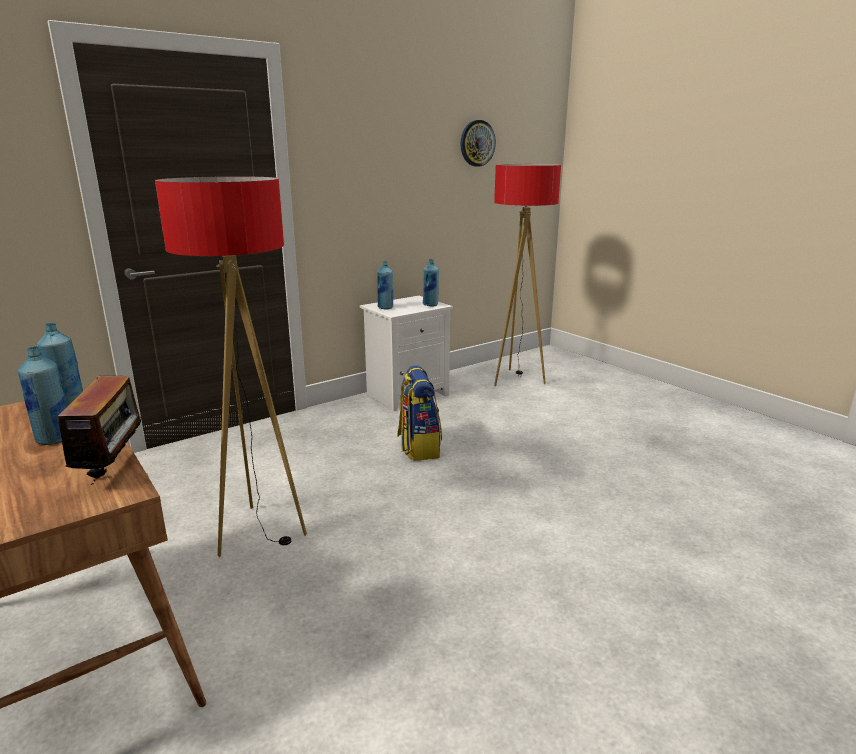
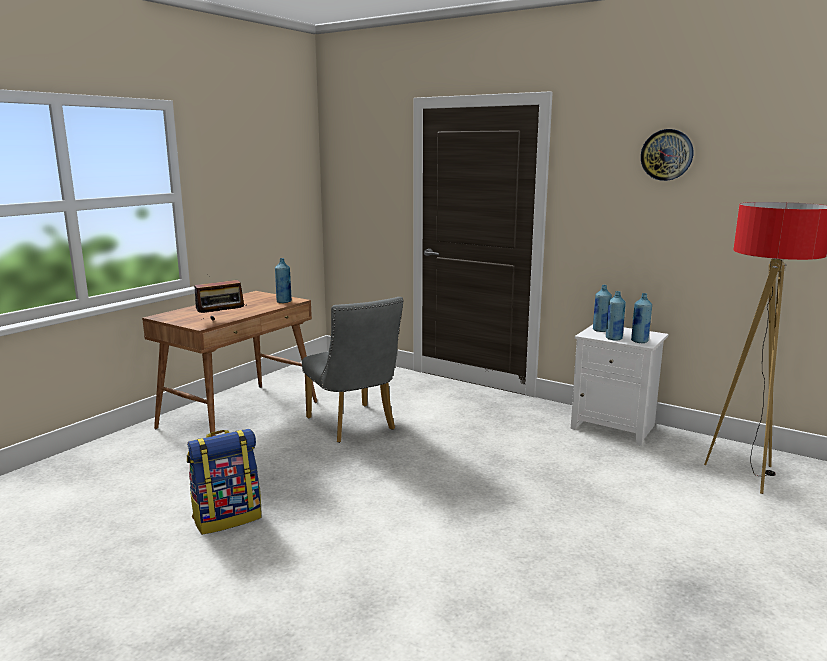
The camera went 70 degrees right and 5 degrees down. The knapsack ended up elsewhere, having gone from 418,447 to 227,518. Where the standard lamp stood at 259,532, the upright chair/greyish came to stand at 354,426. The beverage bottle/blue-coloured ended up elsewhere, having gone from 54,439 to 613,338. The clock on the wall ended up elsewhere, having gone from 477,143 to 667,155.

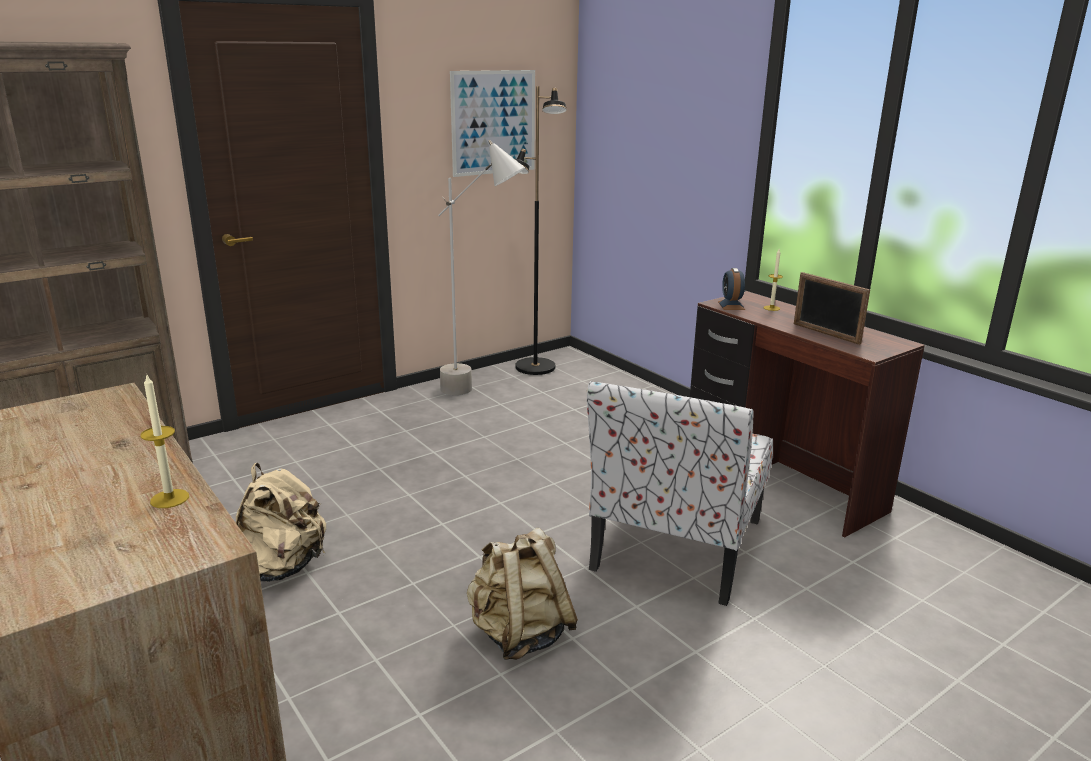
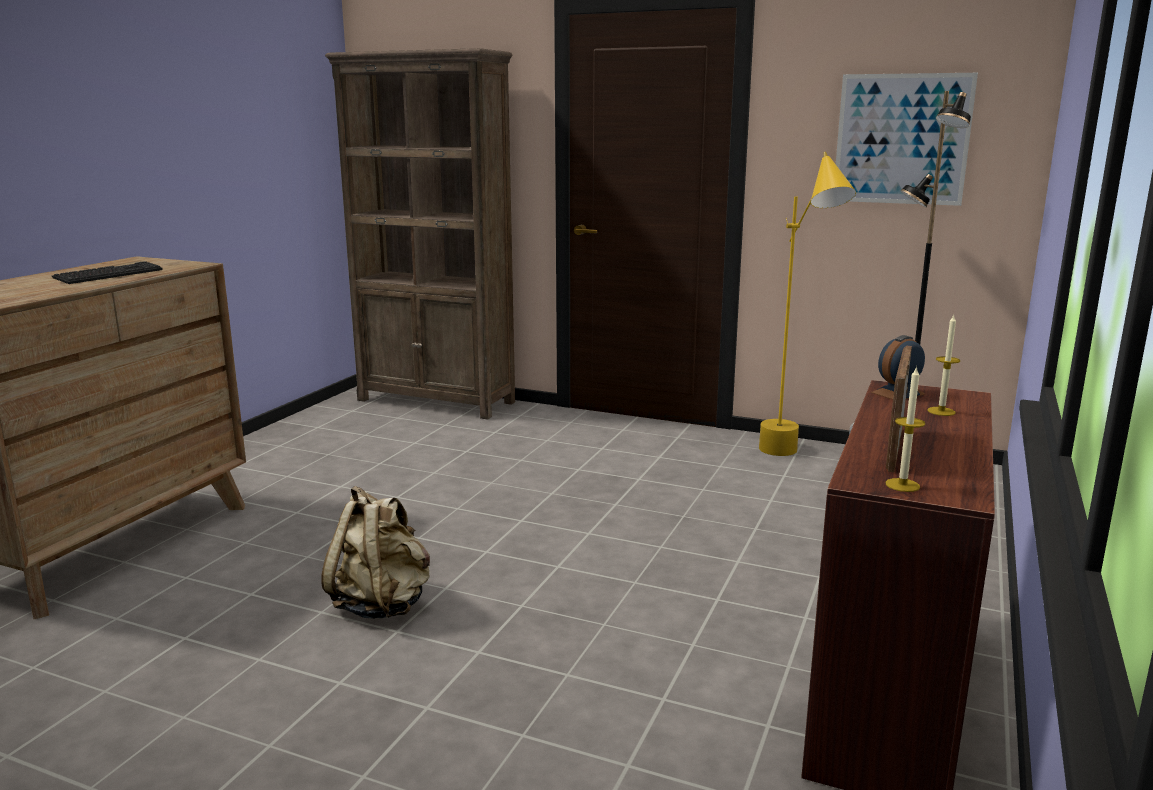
The camera went 60 degrees right and 5 degrees down. The second view gained the computer keyboard at 109,275. What was the standard lamp/greyish at 481,392 turned into the standard lamp/yellow at 792,460. The candle ended up elsewhere, having gone from 169,499 to 902,485. The second view lost the knapsack/sand-coloured at 281,568. The second view lost the upright chair at 676,547.

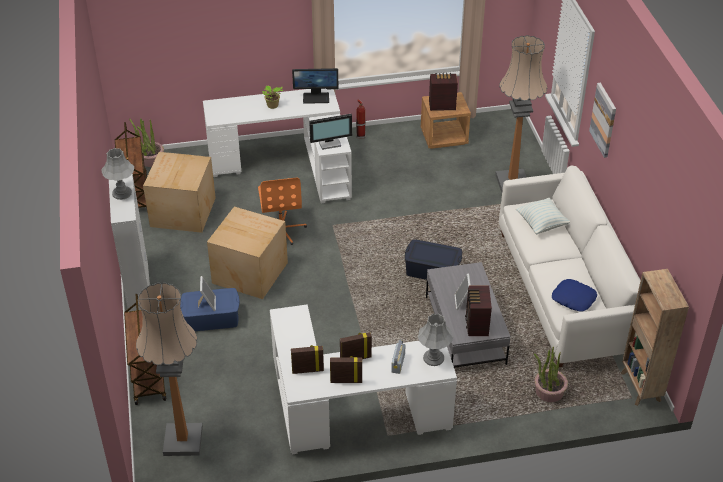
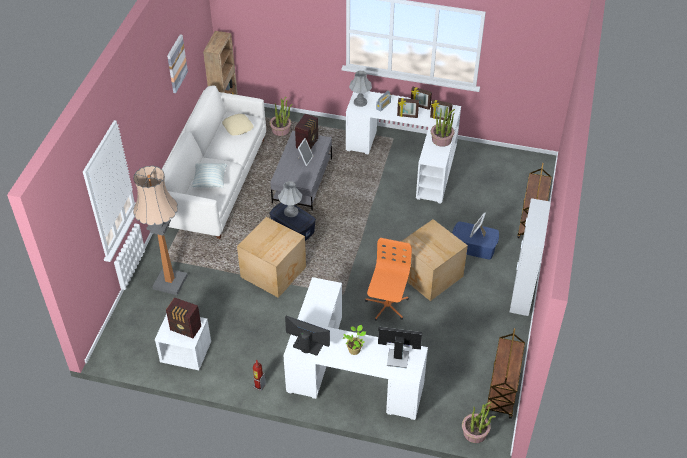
The camera went 155 degrees left and 5 degrees up. What was the night table/brown at 444,137 turned into the night table/white at 185,353. The picture ended up elsewhere, having gone from 604,120 to 176,63. What was the throw pillow/blue-coloured at 573,299 turned into the throw pillow/sand-coloured at 238,127. The packing box ended up elsewhere, having gone from 182,212 to 274,272. The tabletop lamp/greyish ended up elsewhere, having gone from 122,193 to 291,212. The computer display ended up elsewhere, having gone from 329,142 to 397,357. The second view gained the houseplant at 441,140. The second view lost the standard lamp at 183,441.

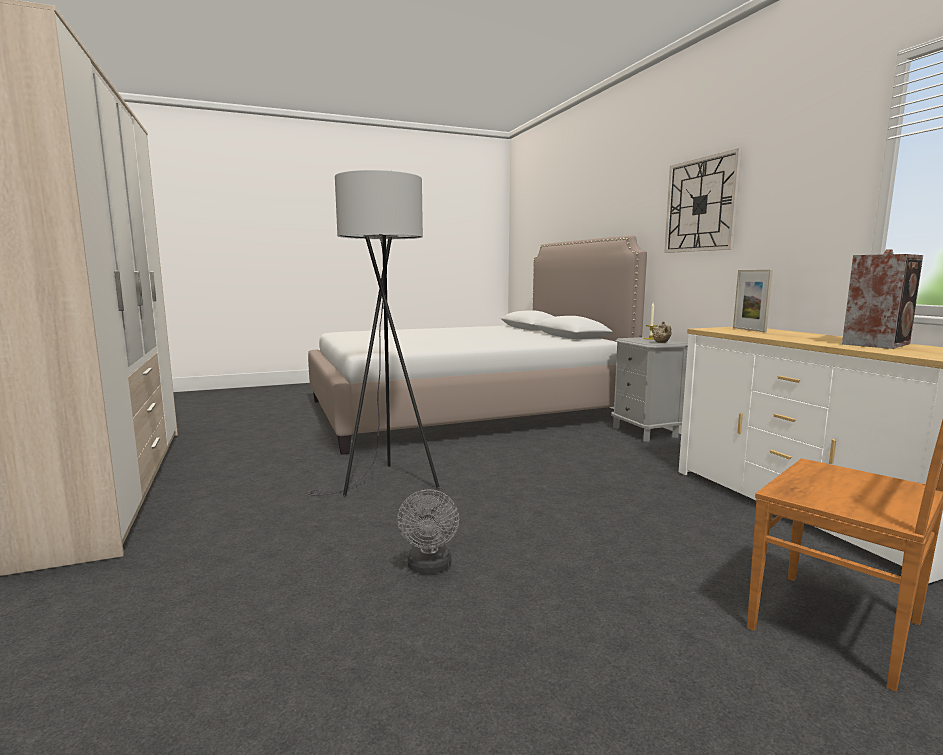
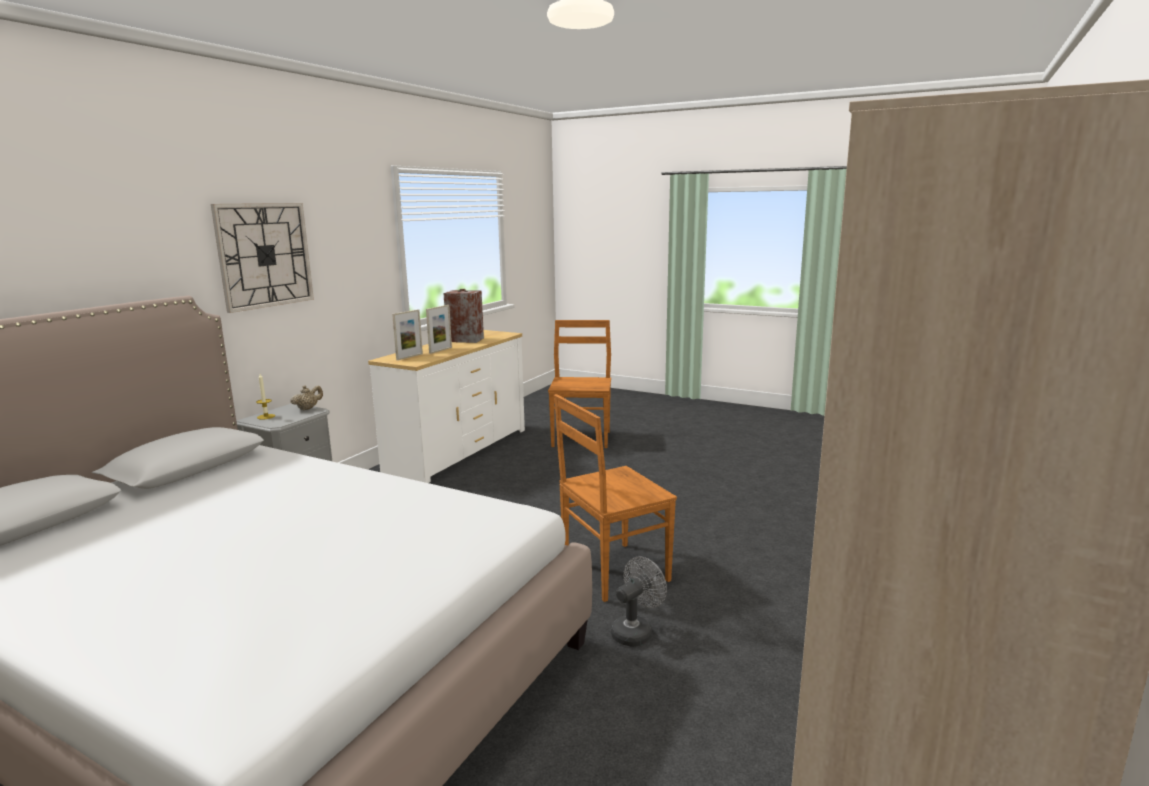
The camera went 130 degrees left and 5 degrees up. The second view gained the picture frame at 440,350. Where the standard lamp/greyish stood at 384,485, the upright chair/brown came to stand at 612,571. The cooling fan/greyish ended up elsewhere, having gone from 429,567 to 636,631.

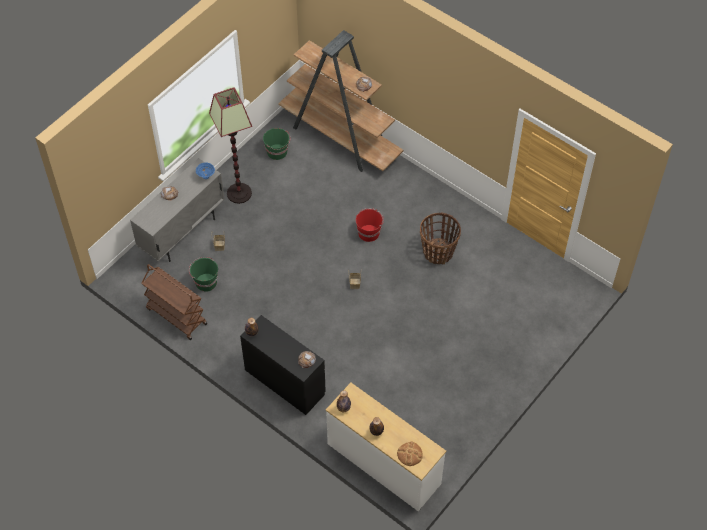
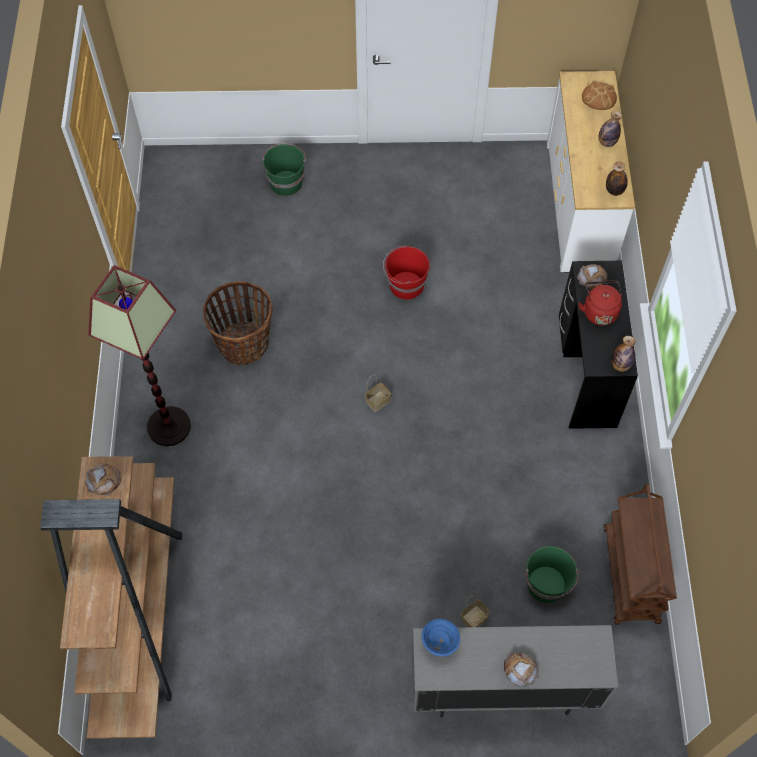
The camera went 130 degrees left and 5 degrees up. The standard lamp ended up elsewhere, having gone from 239,193 to 169,427. The water bucket/green-coloured ended up elsewhere, having gone from 277,152 to 286,182. The water bucket/red ended up elsewhere, having gone from 369,232 to 405,285. The second view gained the water kettle/red at 599,310.

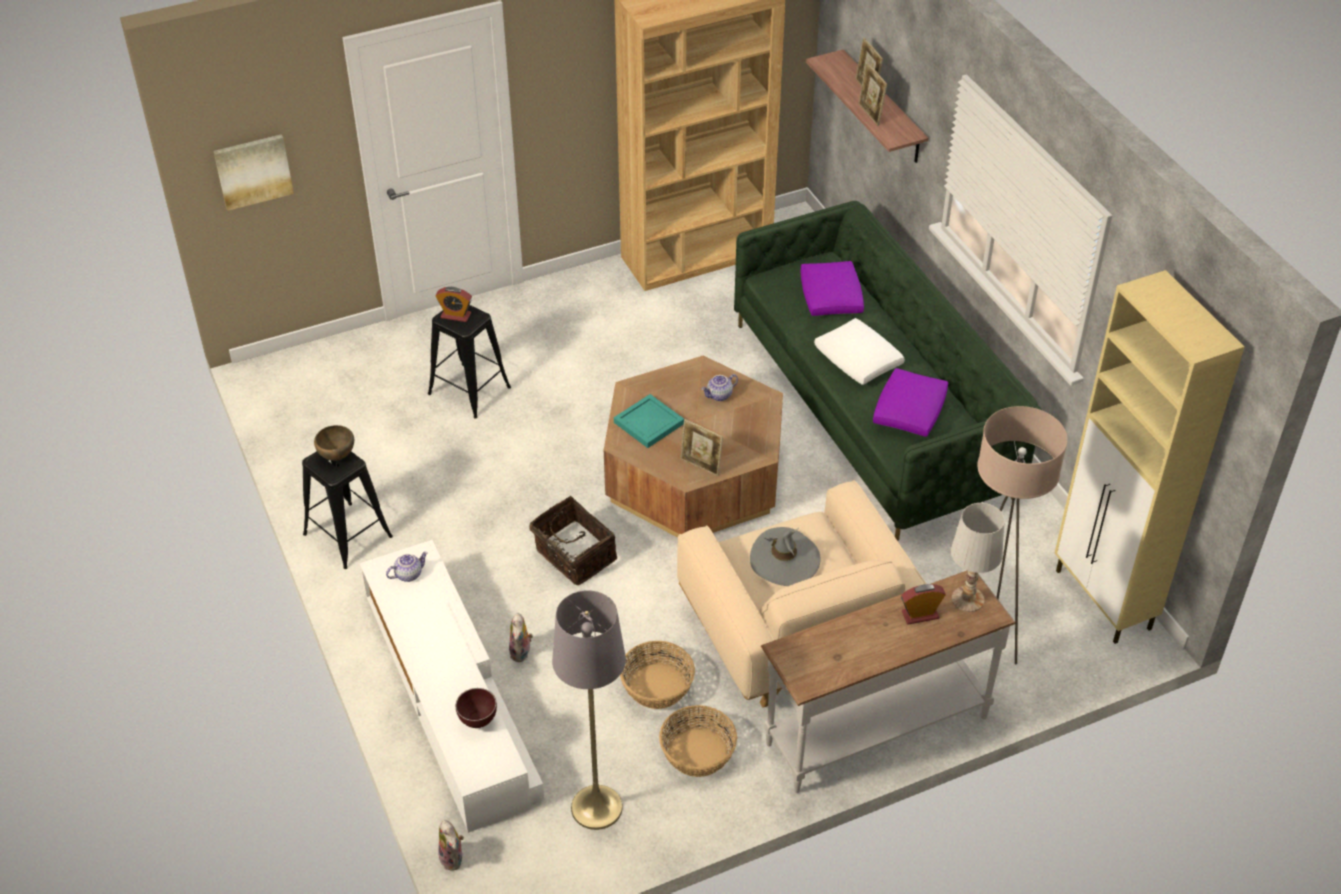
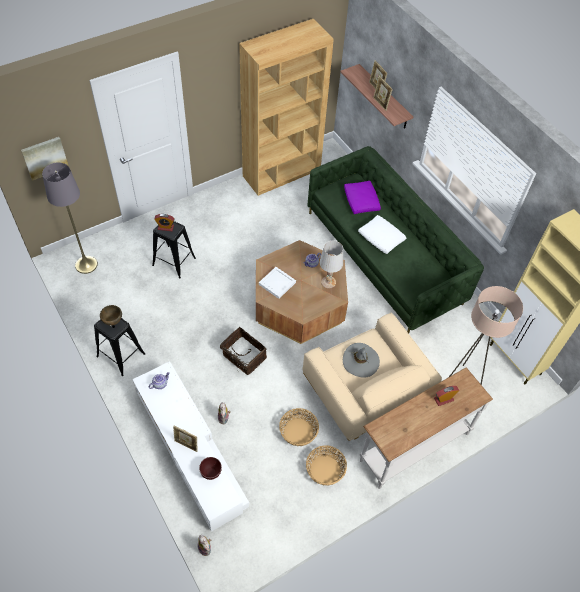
The camera went 10 degrees left and 10 degrees up. The standard lamp/greyish ended up elsewhere, having gone from 596,807 to 86,264. The picture frame ended up elsewhere, having gone from 701,466 to 186,445. What was the tray/turquoise at 649,422 turned into the tray/white at 277,283. The tabletop lamp/white ended up elsewhere, having gone from 967,599 to 328,282. The second view lost the throw pillow/purple at 909,412.

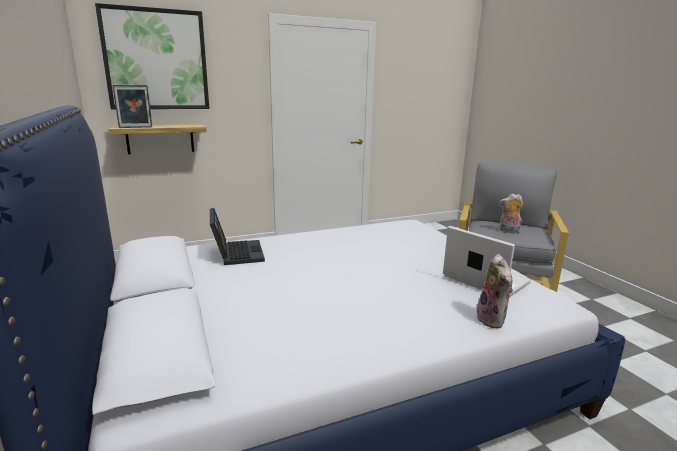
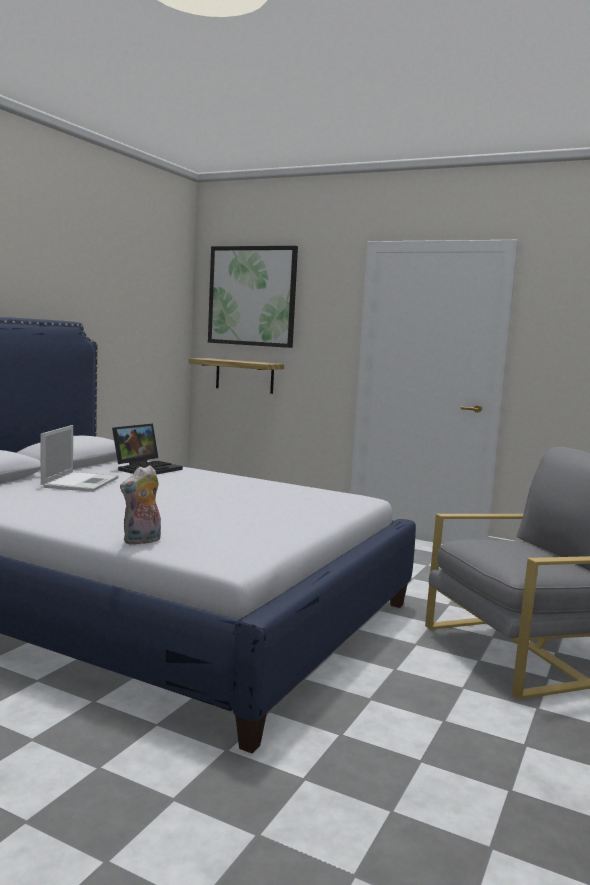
The camera went 50 degrees right and 10 degrees down. The portable computer ended up elsewhere, having gone from 484,279 to 81,482. The second view lost the picture frame at 135,127. The second view lost the soft toy at 508,231.

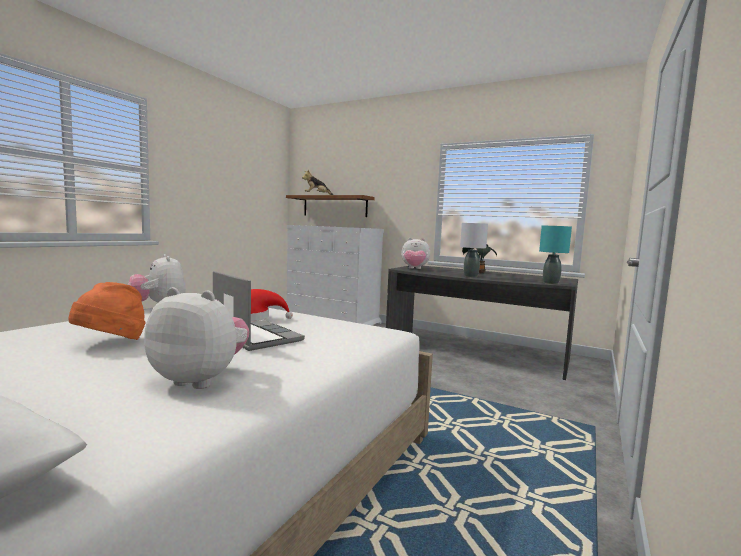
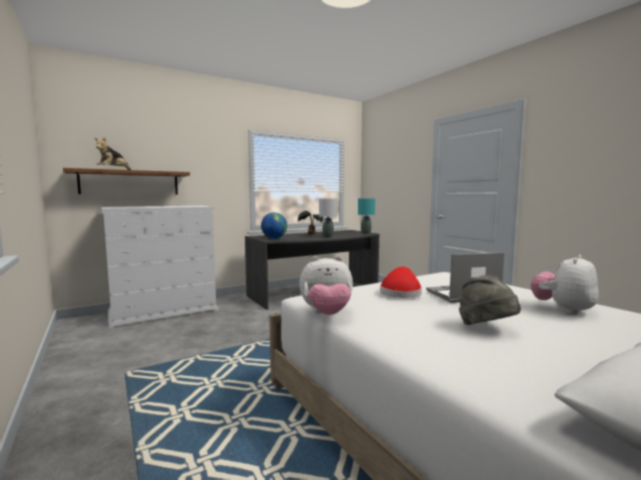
The camera went 60 degrees left and 0 degrees up. Where the soft toy stood at 414,269, the globe came to stand at 274,238. What was the hat/orange at 110,343 turned into the hat/greyish at 486,328.

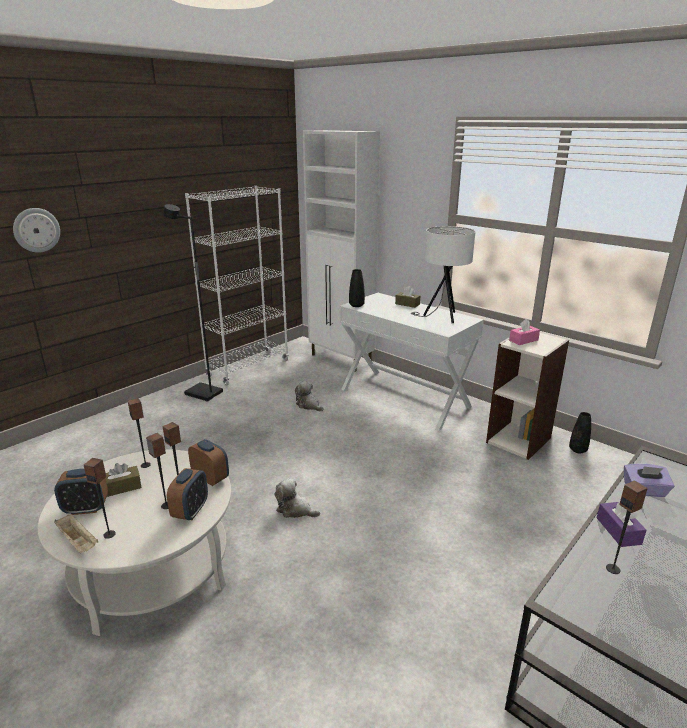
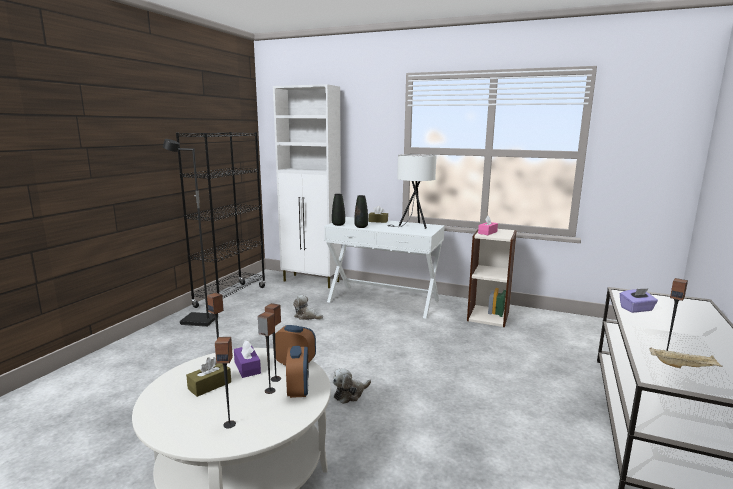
The camera went 20 degrees left and 10 degrees down. What was the bookshelf/white at 248,368 turned into the bookshelf/blackish at 231,297. The box of tissues/purple ended up elsewhere, having gone from 618,531 to 247,367. The soft toy at 295,510 ended up facing another way, 45 degrees counterclockwise from before. The vase/blackish ended up elsewhere, having gone from 577,450 to 361,227. The tray/sand-coloured ended up elsewhere, having gone from 78,542 to 683,366. The second view lost the clock on the wall at 36,230. The second view lost the bedside clock at 86,508.

